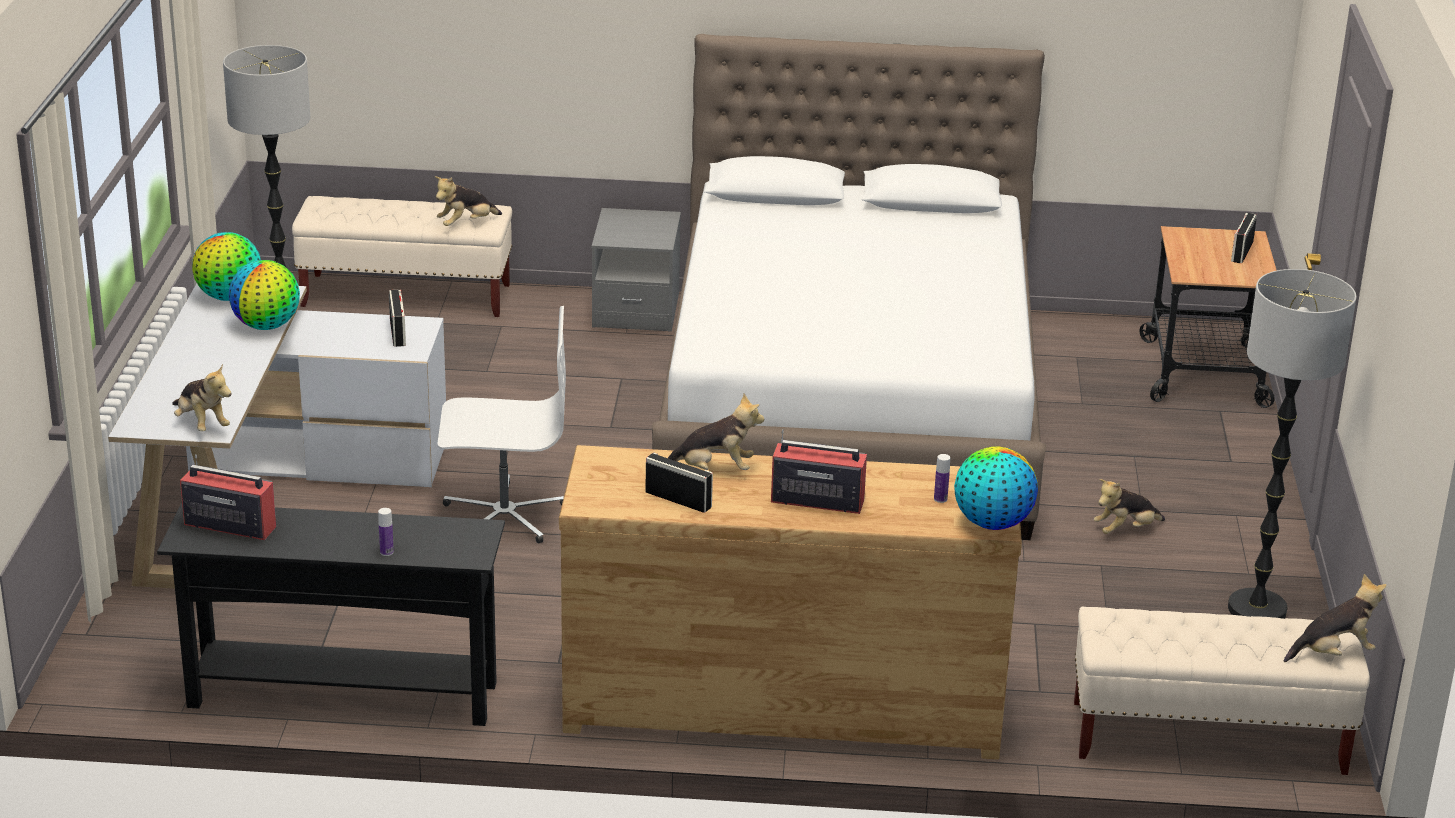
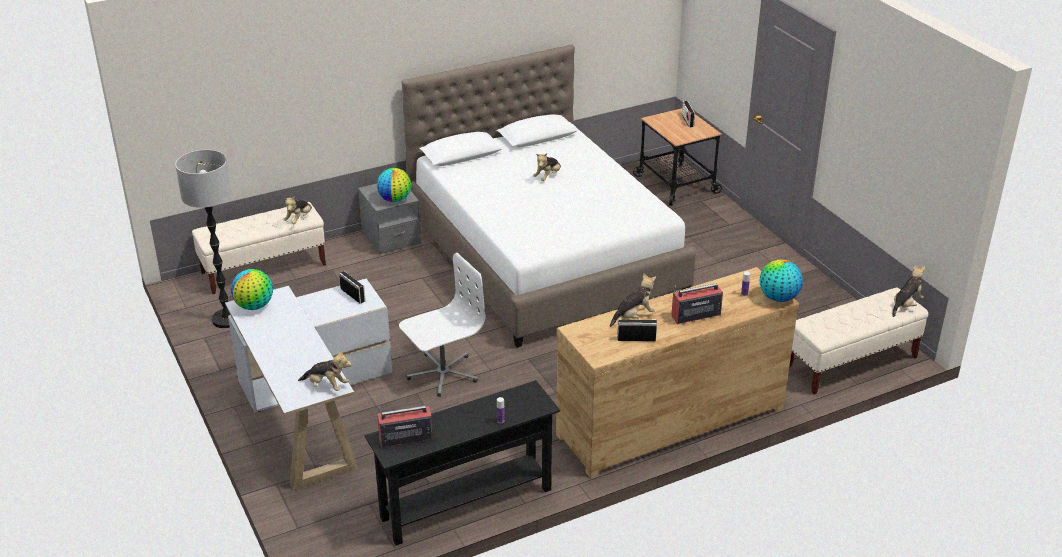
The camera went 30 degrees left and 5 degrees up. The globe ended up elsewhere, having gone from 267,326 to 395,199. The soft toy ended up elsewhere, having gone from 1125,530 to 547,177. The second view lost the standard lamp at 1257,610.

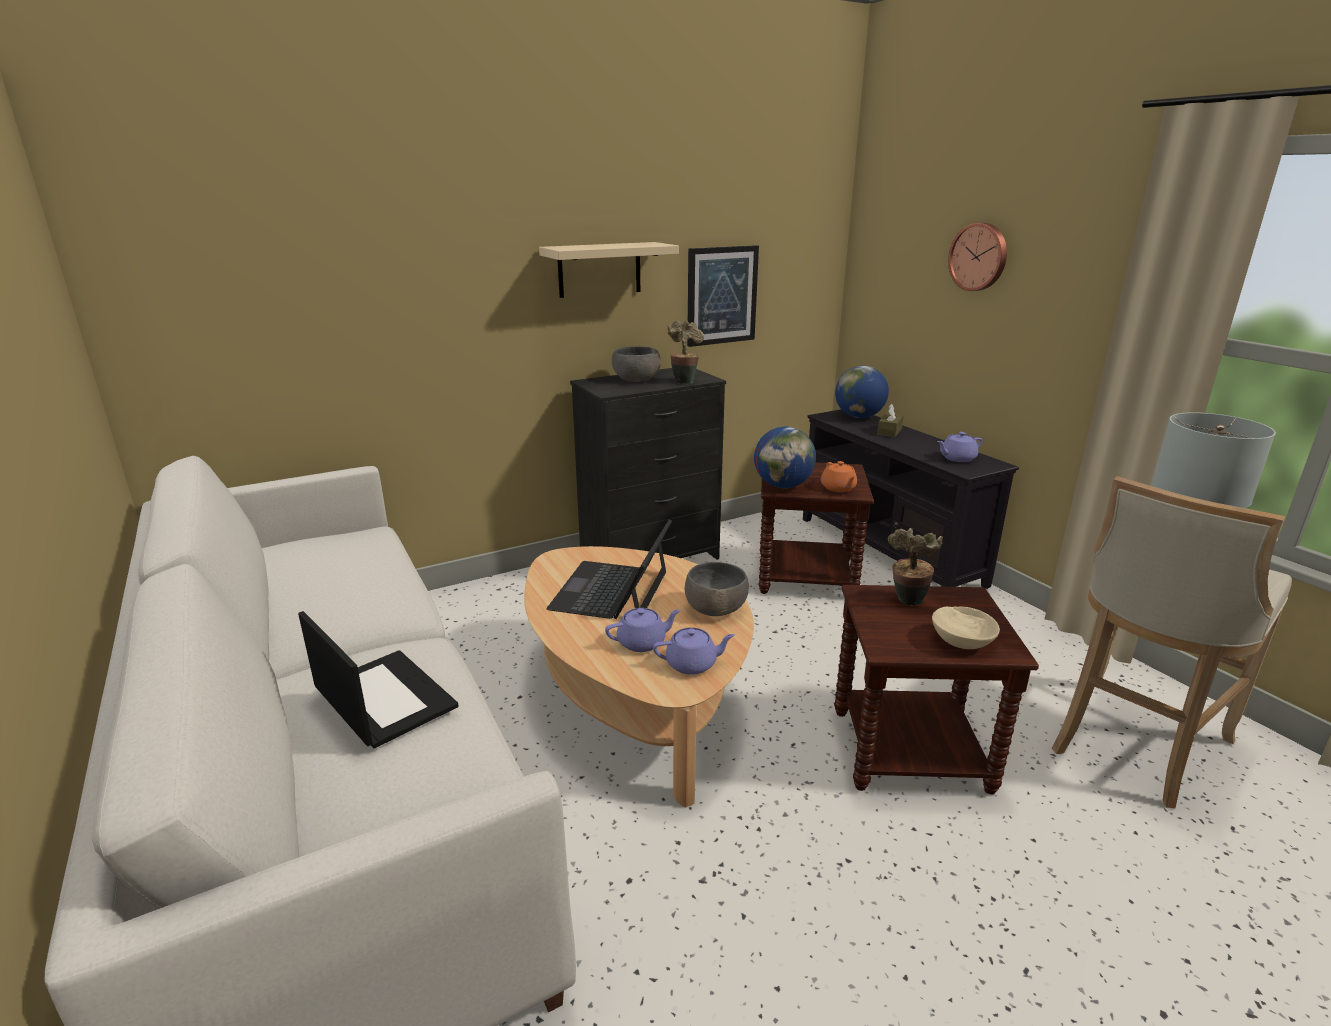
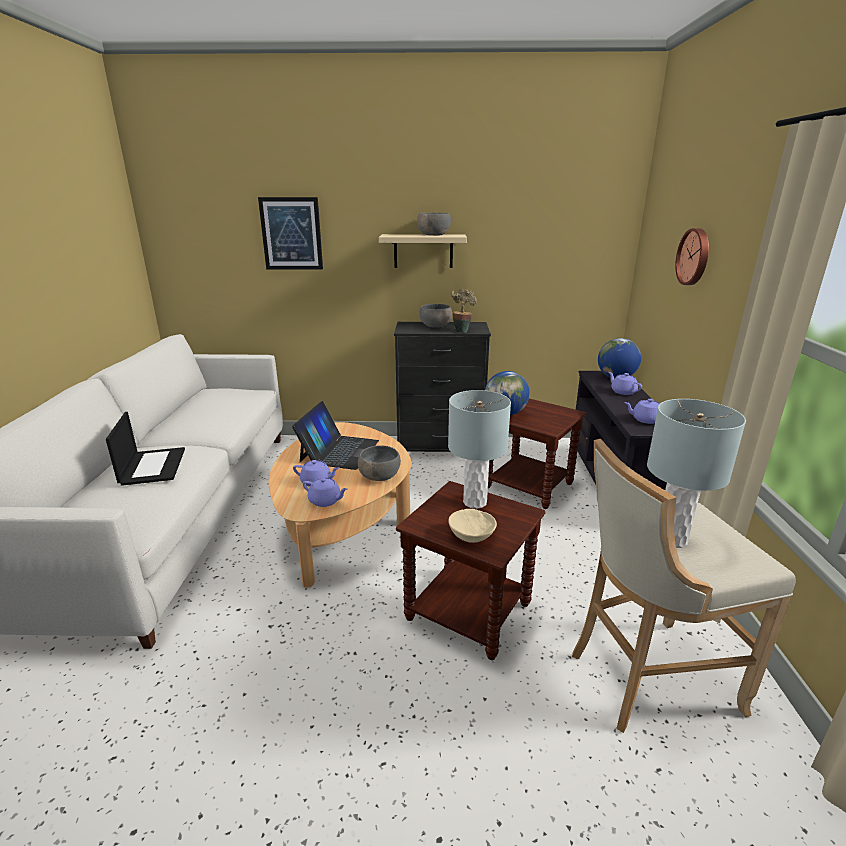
The camera went 30 degrees right and 0 degrees up. The picture ended up elsewhere, having gone from 721,295 to 291,234. The portable computer at 611,590 ended up facing another way, 150 degrees clockwise from before. The second view gained the bowl/greyish at 433,235. Where the houseplant stood at 907,601, the tabletop lamp/greyish came to stand at 474,502. Where the box of tissues/brown stood at 889,431, the teapot/purple came to stand at 623,392. The second view lost the teapot/orange at 838,488.

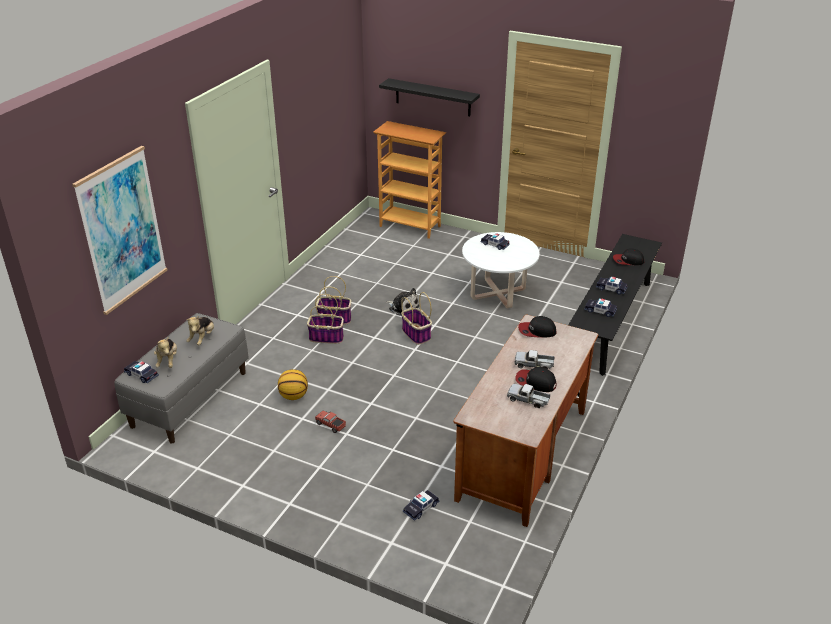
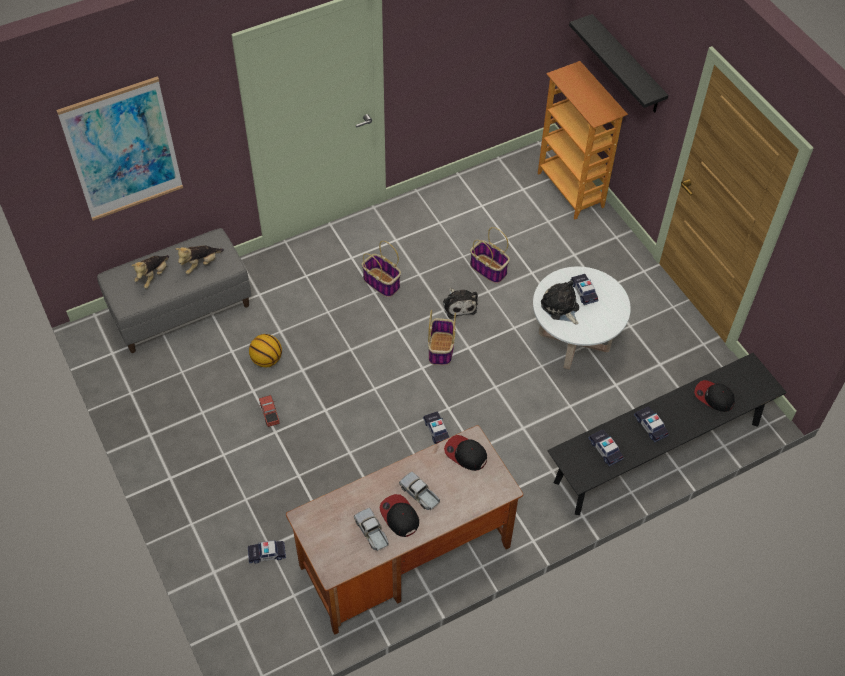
The camera went 35 degrees right and 20 degrees up. The toy car ended up elsewhere, having gone from 141,375 to 436,430. The household basket ended up elsewhere, having gone from 327,337 to 489,269. The second view gained the soft toy at 561,307.

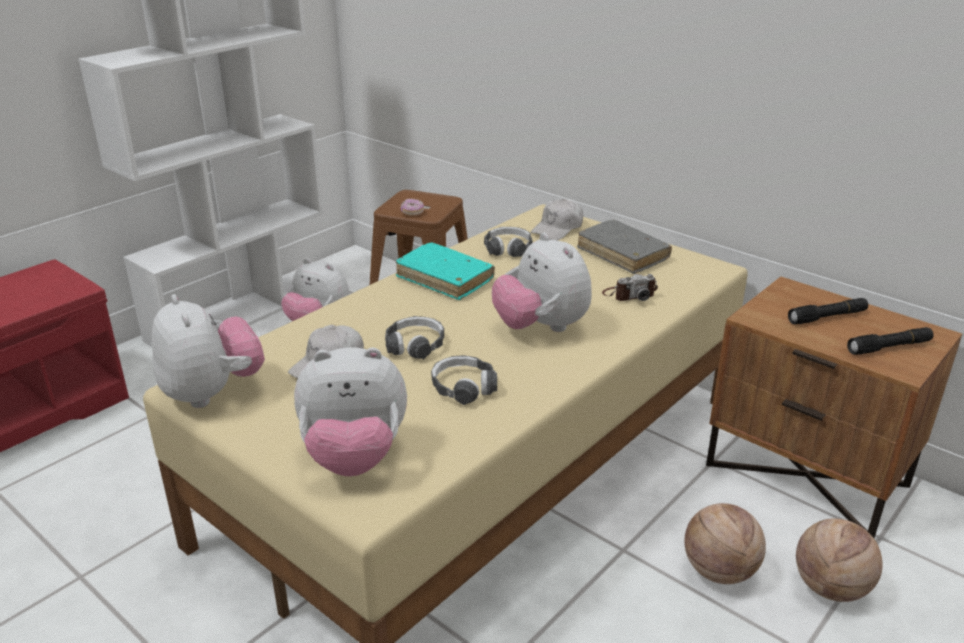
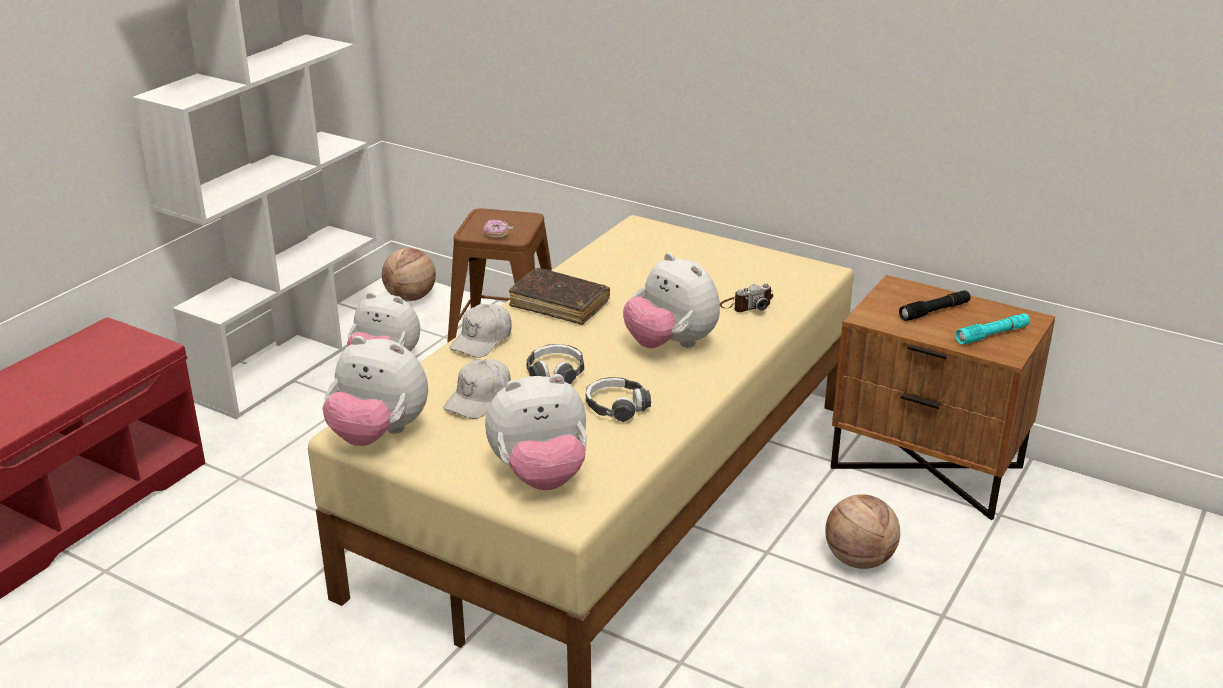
The camera went 10 degrees left and 0 degrees up. The soft toy at 212,393 ended up facing another way, 150 degrees clockwise from before. The basketball ended up elsewhere, having gone from 830,588 to 411,298. The baseball cap/white ended up elsewhere, having gone from 558,229 to 482,340. What was the bound book/turquoise at 445,279 turned into the bound book/brown at 559,304. What was the hand torch/blackish at 889,347 turned into the hand torch/turquoise at 992,335. The second view lost the headset at 508,248. The second view lost the bound book/greyish at 622,254.

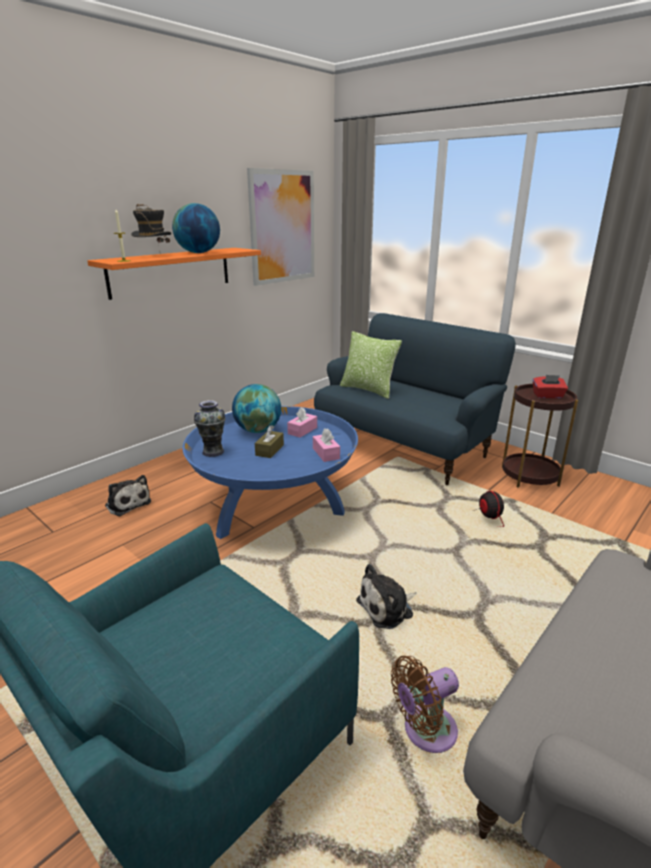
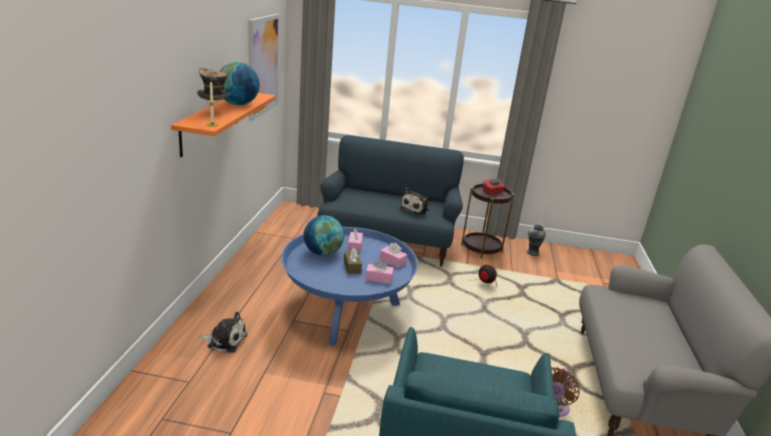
The camera went 35 degrees left and 0 degrees up. The second view gained the box of tissues/pink-coloured at 379,278. The soft toy ended up elsewhere, having gone from 388,607 to 415,209. The vase ended up elsewhere, having gone from 213,452 to 533,253. The second view lost the throw pillow at 368,390.

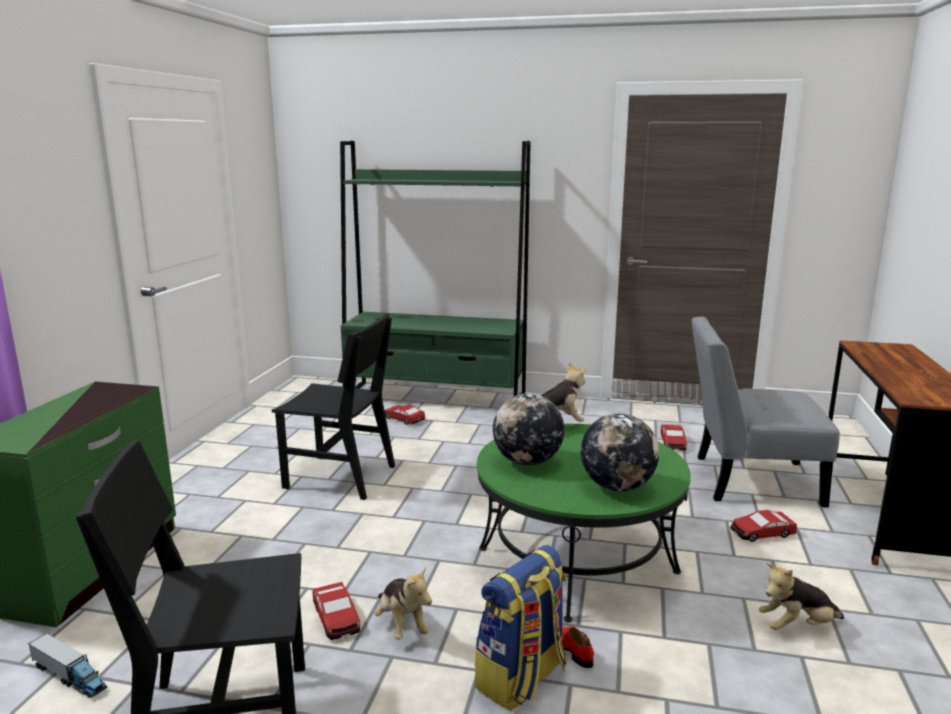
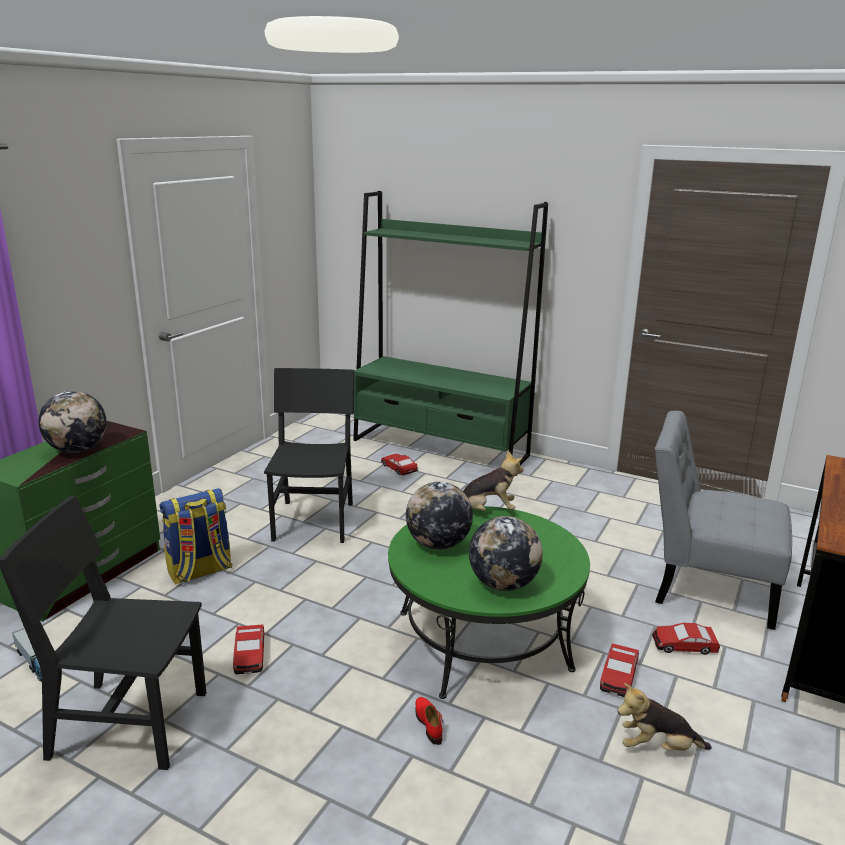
The camera went 15 degrees right and 5 degrees up. The second view gained the globe at 77,450. The knapsack ended up elsewhere, having gone from 522,679 to 199,571. The upright chair/blackish at 340,477 ended up facing another way, 120 degrees counterclockwise from before. The toy car ended up elsewhere, having gone from 673,443 to 618,676. The second view lost the soft toy at 401,625.

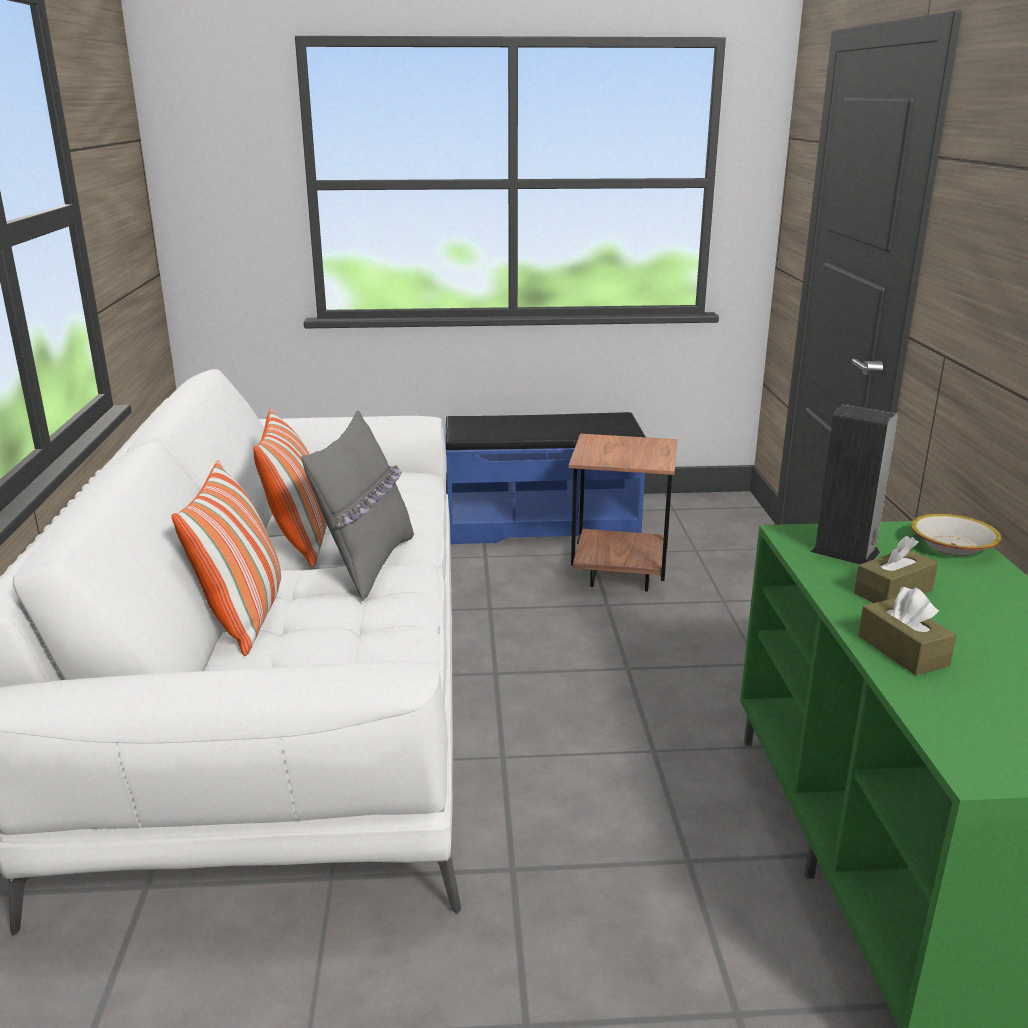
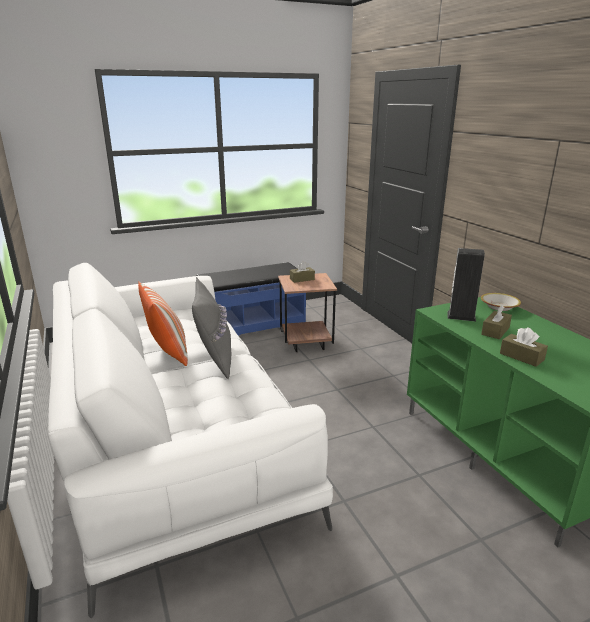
The camera went 20 degrees left and 0 degrees up. The second view gained the box of tissues/brown at 302,279. The second view lost the throw pillow at 244,617.

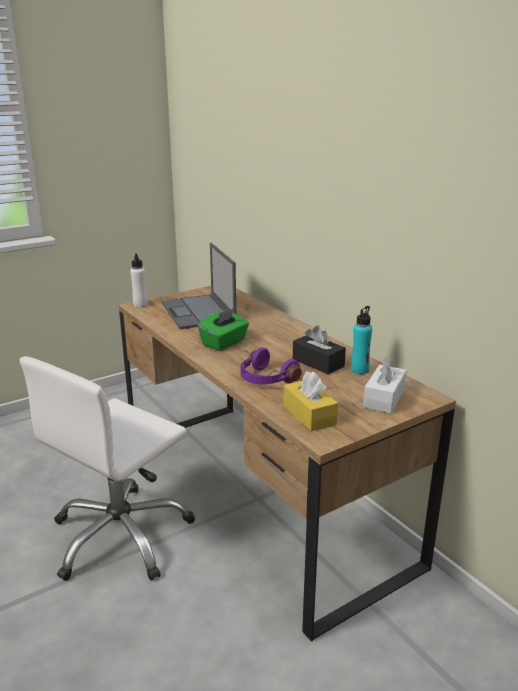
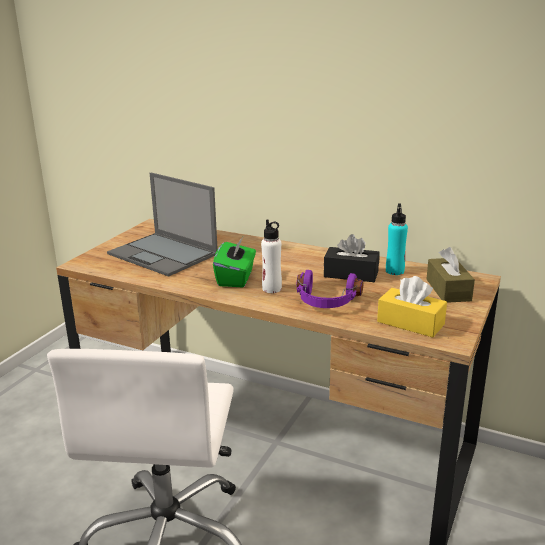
The camera went 30 degrees left and 0 degrees up. The beverage bottle/white ended up elsewhere, having gone from 140,305 to 272,289. What was the box of tissues/white at 384,398 turned into the box of tissues/brown at 448,290.

